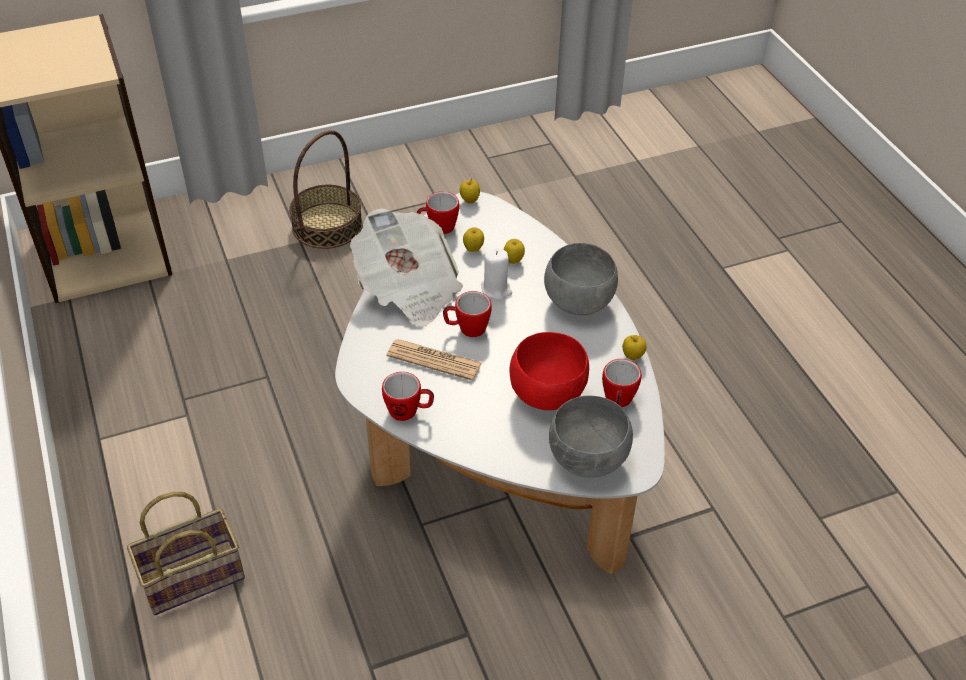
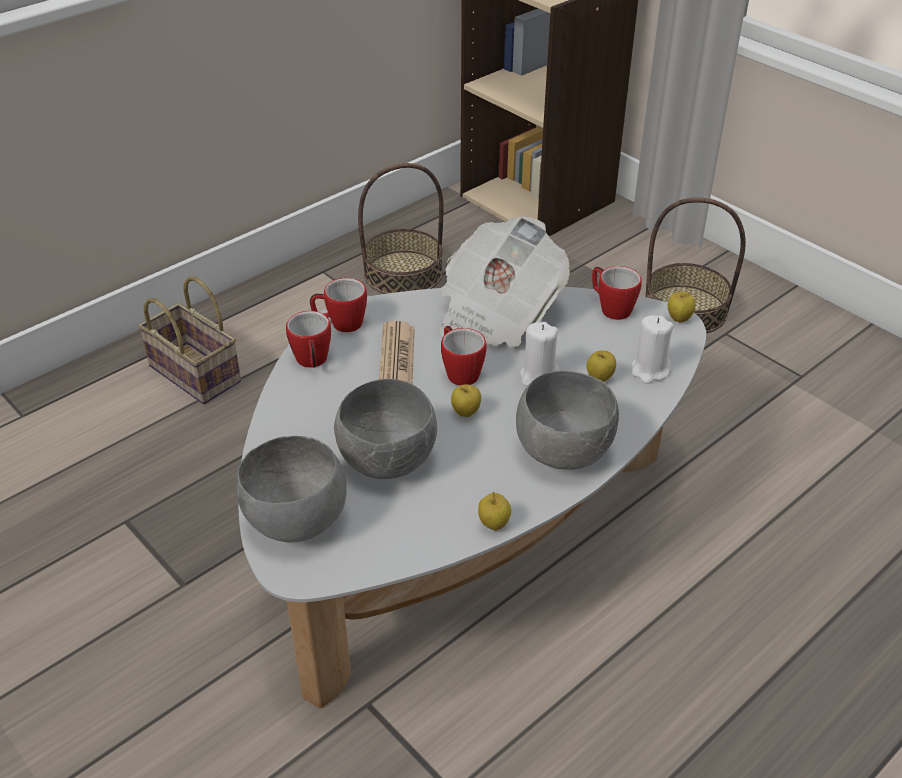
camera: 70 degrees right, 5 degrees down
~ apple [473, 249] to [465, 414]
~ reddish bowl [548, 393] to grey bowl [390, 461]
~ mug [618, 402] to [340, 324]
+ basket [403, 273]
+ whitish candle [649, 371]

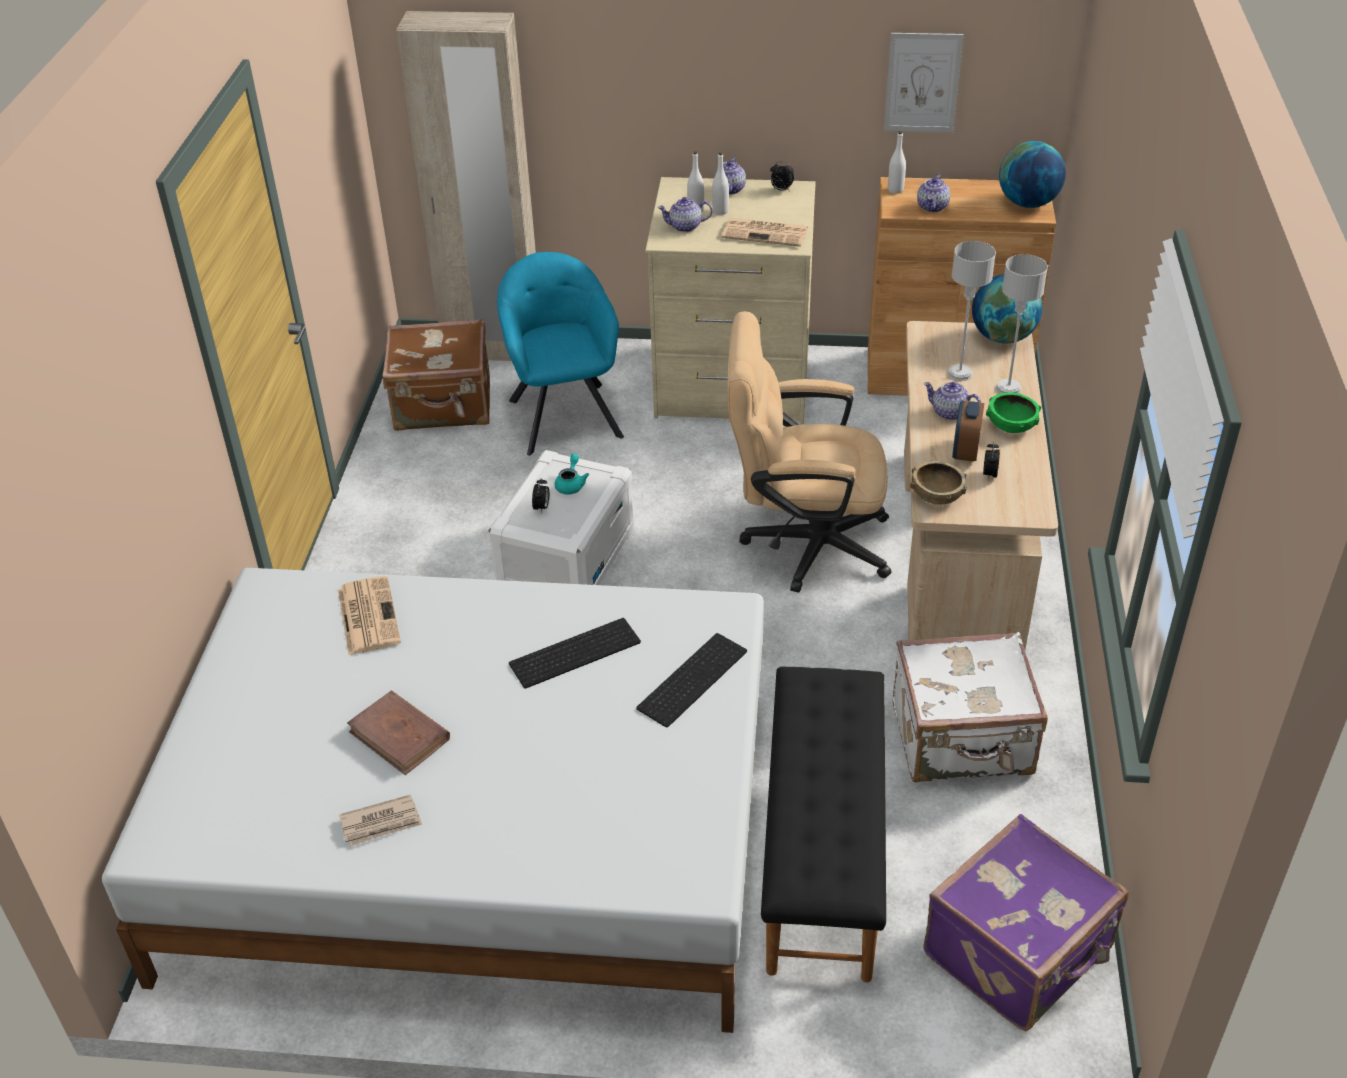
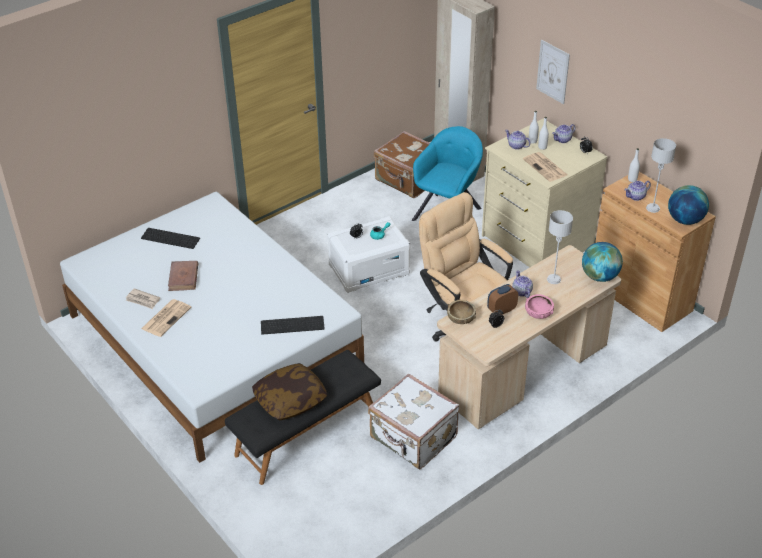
camera: 45 degrees right, 0 degrees up
~ picture [922, 82] to [553, 71]
~ grey table lamp [1008, 388] to [653, 208]
~ green bowl [1011, 425] to pink-coloured bowl [538, 313]
~ printed paper [367, 615] to [166, 317]
~ computer keyboard [575, 651] to [171, 238]
- purple piece of luggage [1020, 954]
+ pillow [290, 400]

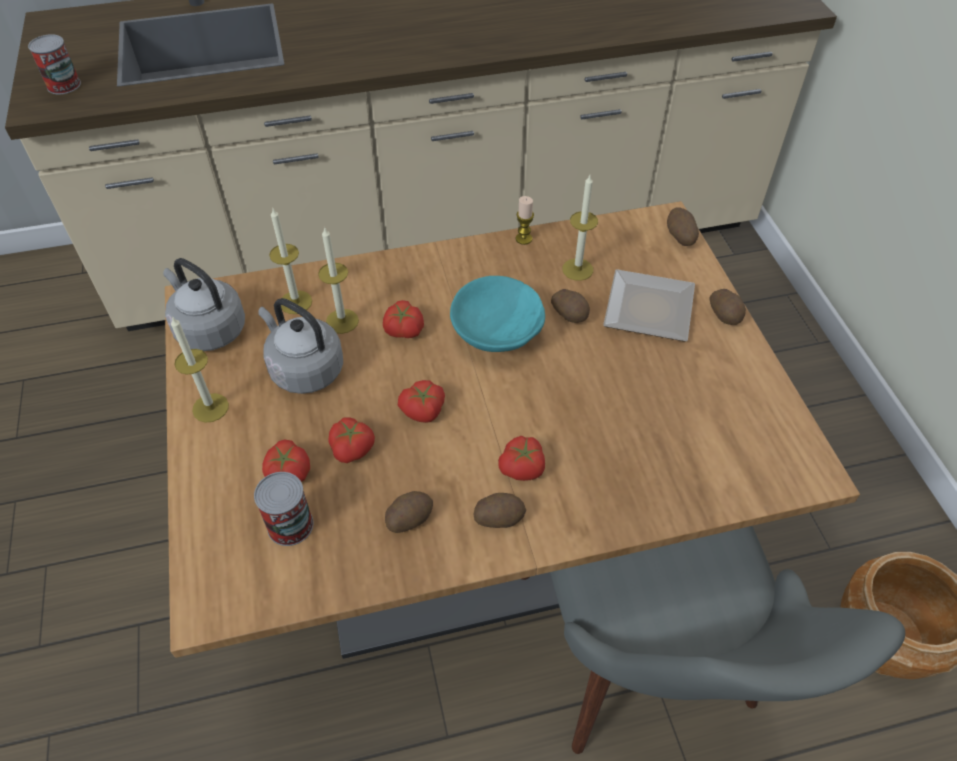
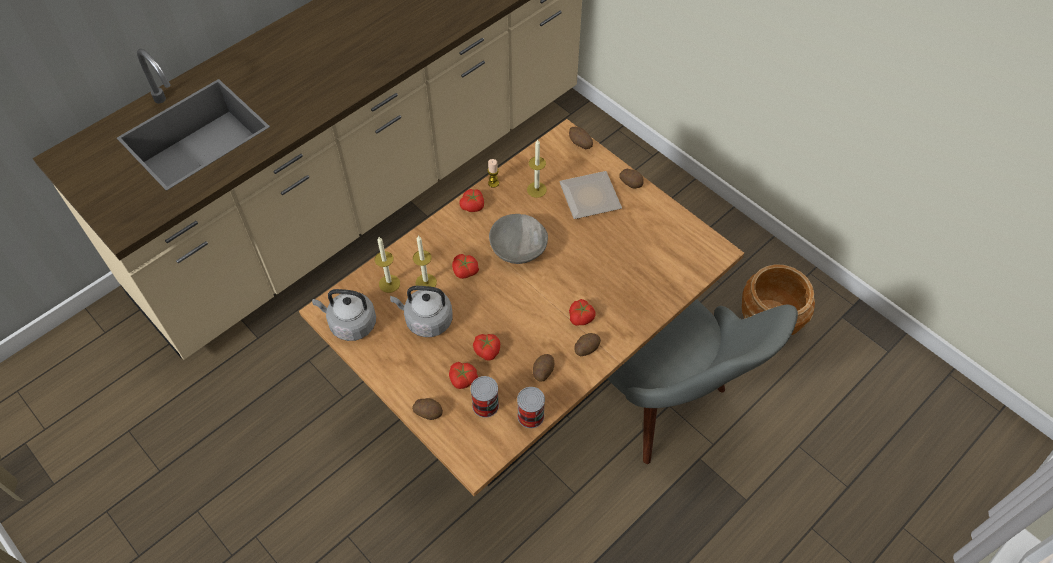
camera: 30 degrees left, 5 degrees up
~ metal can [64, 85] to [530, 415]
~ blue-green bowl [496, 332] to grey bowl [517, 249]
~ spud [570, 314] to [428, 412]
- candle [210, 408]
~ tomato [423, 411] to [473, 206]

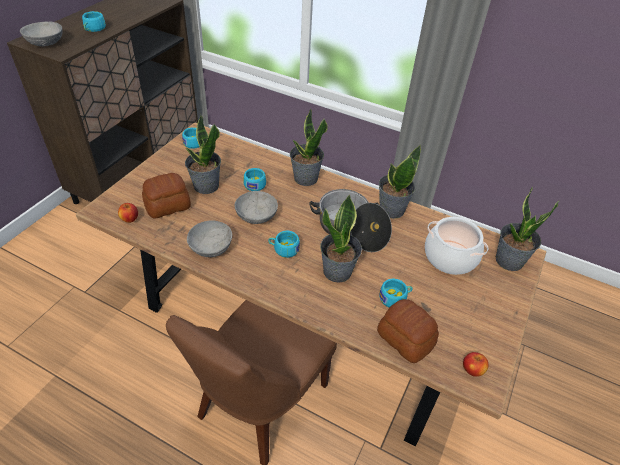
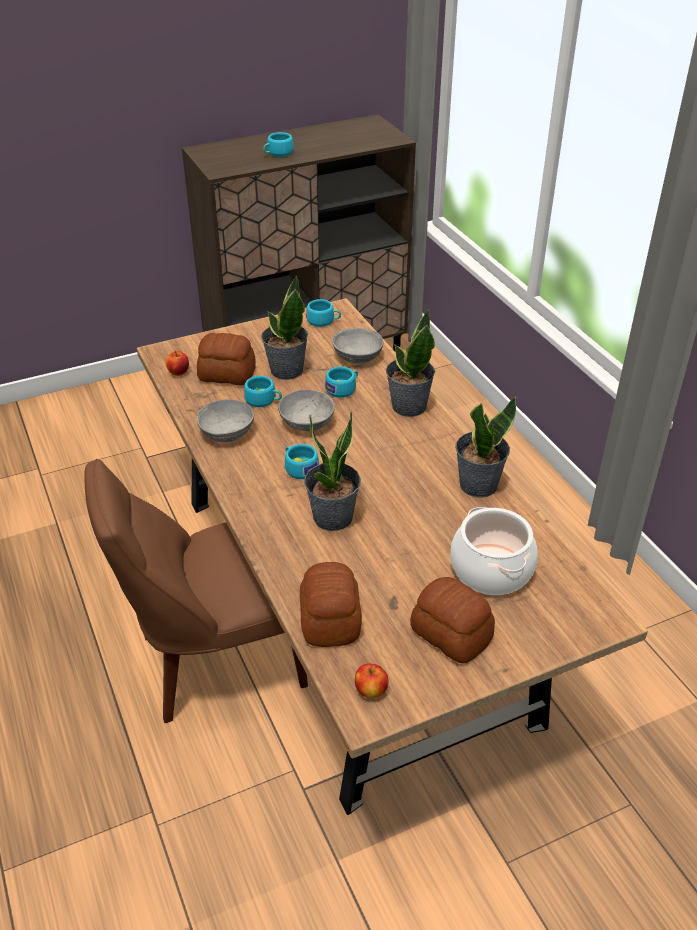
camera: 40 degrees right, 5 degrees down
~ grey bowl [45, 43] to [357, 357]
- plant in a pot [509, 261]
- saucepot [351, 230]
~ blue-green cup [395, 298] to [264, 400]
+ bread [451, 633]

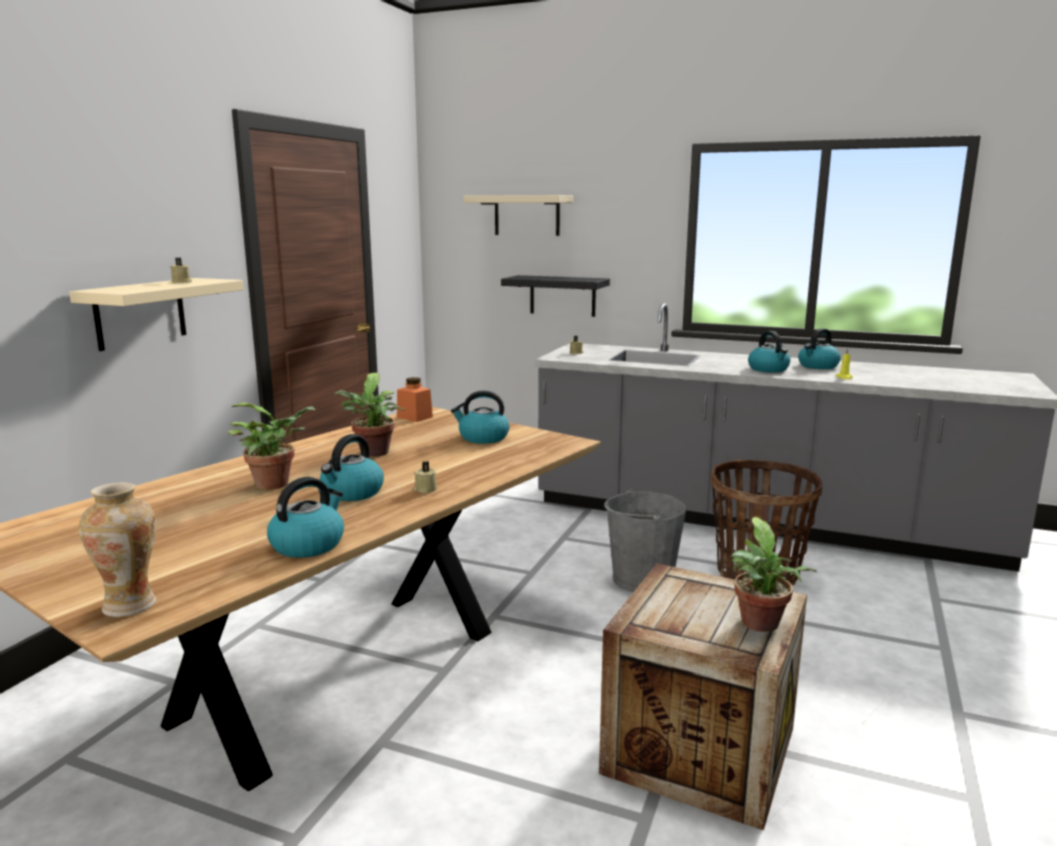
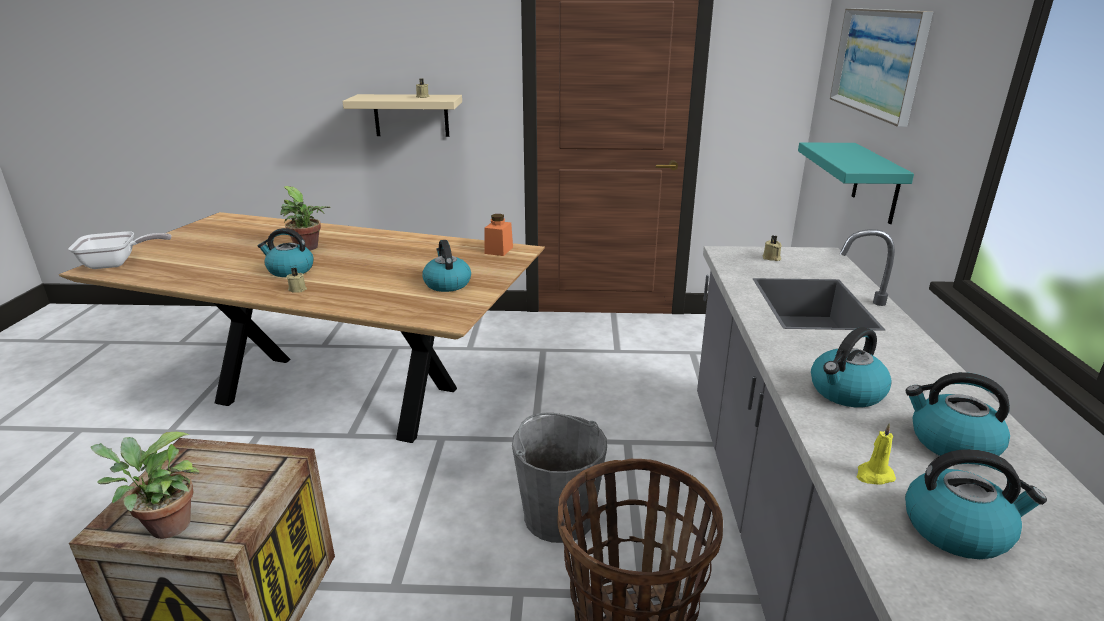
camera: 70 degrees right, 10 degrees up
~ beige shelf [527, 215] to picture [877, 62]
~ black-coloured shelf [562, 295] to blue-green shelf [876, 183]
- plant in a pot [373, 454]
~ water kettle [308, 544] to [957, 529]
~ flower vase [130, 605] to frying pan [117, 263]

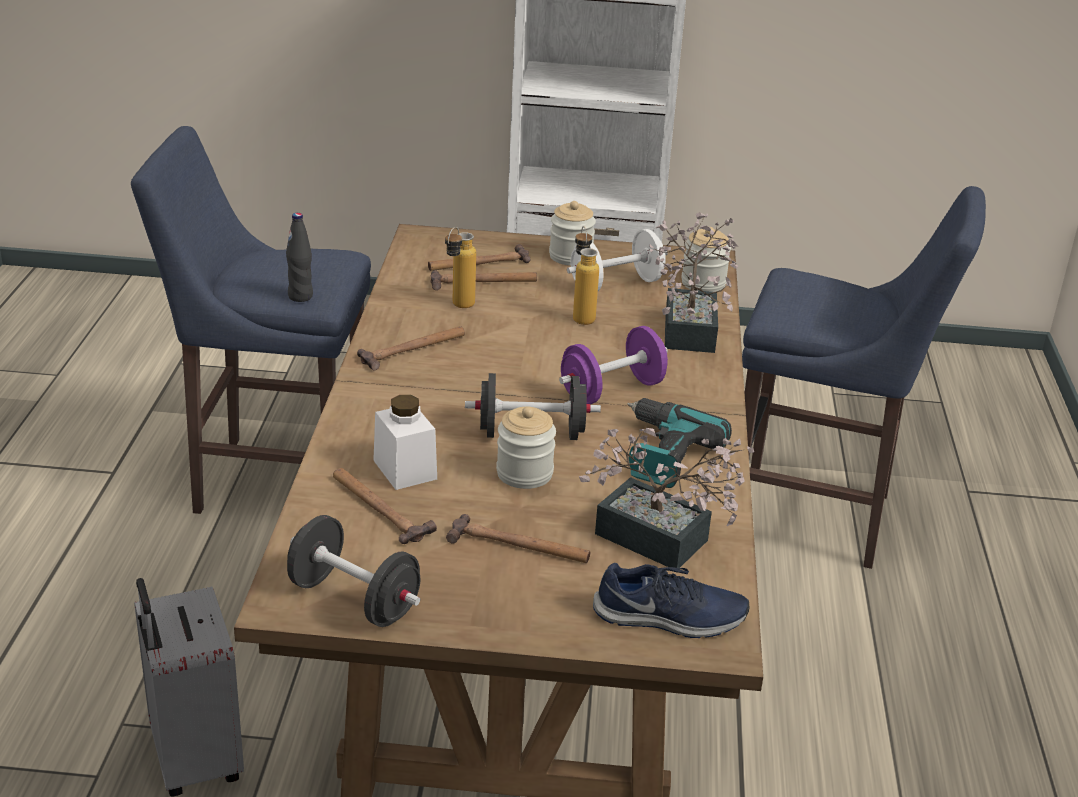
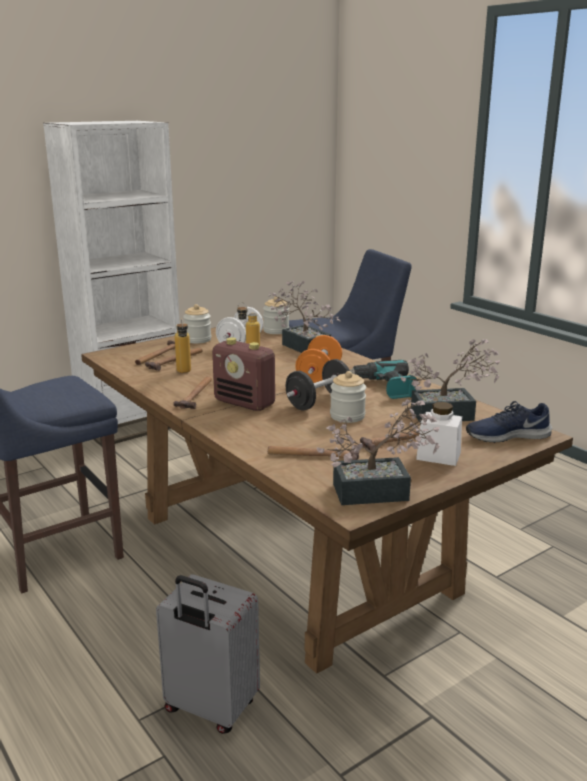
camera: 40 degrees left, 10 degrees down
- black-coloured beverage bottle [300, 296]
~ purple free weight [612, 391] to orangey free weight [319, 376]
~ whitish jar [405, 469] to [438, 456]
~ black-coloured free weight [354, 600] to plant in a pot [380, 491]
~ blue item of footwear [670, 618] = [506, 435] 150 degrees counterclockwise
+ radio receiver [245, 403]

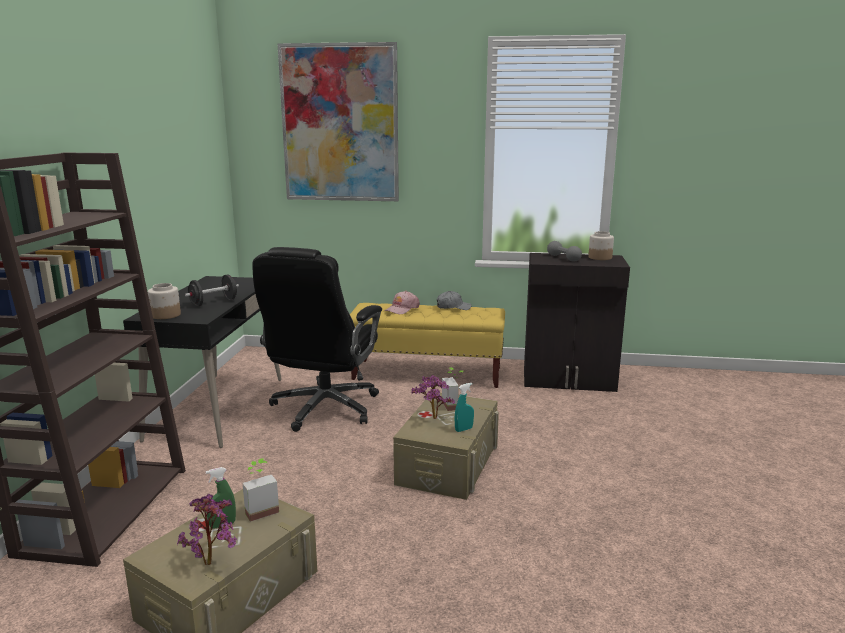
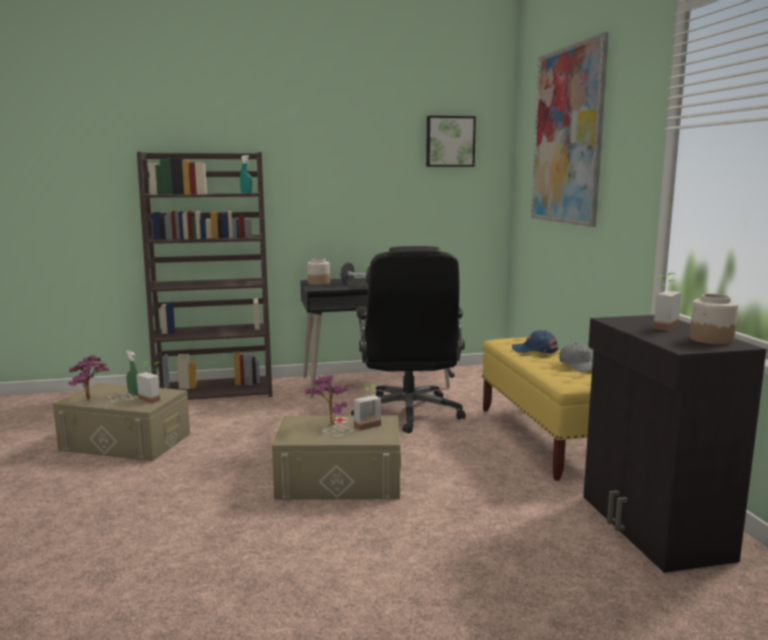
camera: 70 degrees right, 5 degrees down
~ grey free weight [563, 258] to plant in a pot [659, 326]
~ black-coloured desk chair [324, 409] = [408, 413] 90 degrees counterclockwise
~ pink-coloured cap [402, 309] to blue cap [535, 350]
~ blue-green hand sprayer [464, 429] to [246, 193]
+ picture [450, 141]

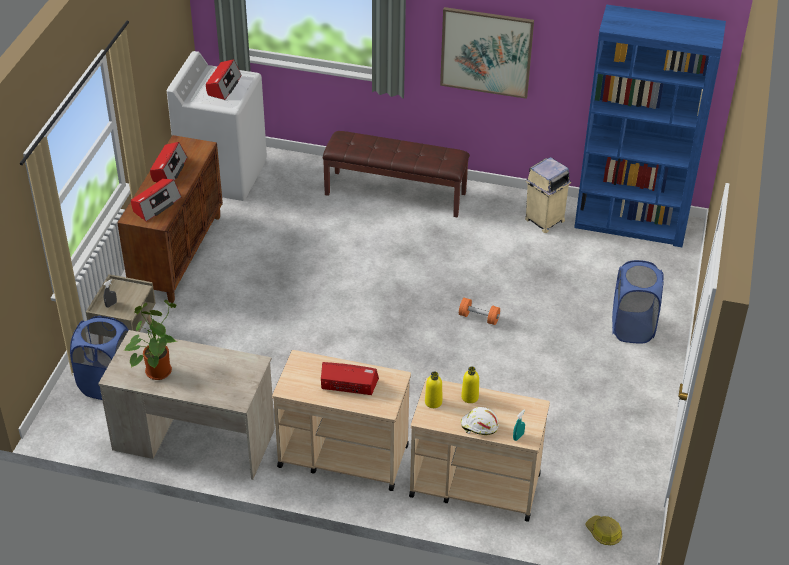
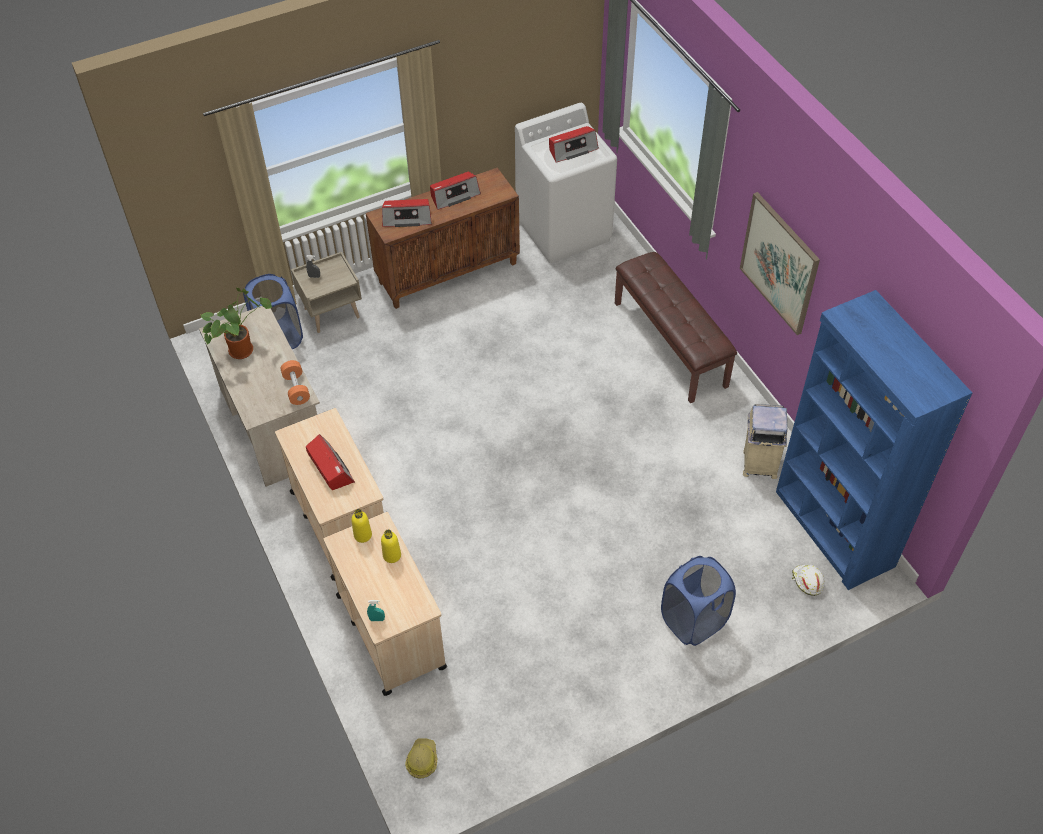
camera: 50 degrees right, 10 degrees up
~ orangey free weight [479, 317] to [296, 388]
~ whitish safety helmet [479, 426] to [807, 581]

